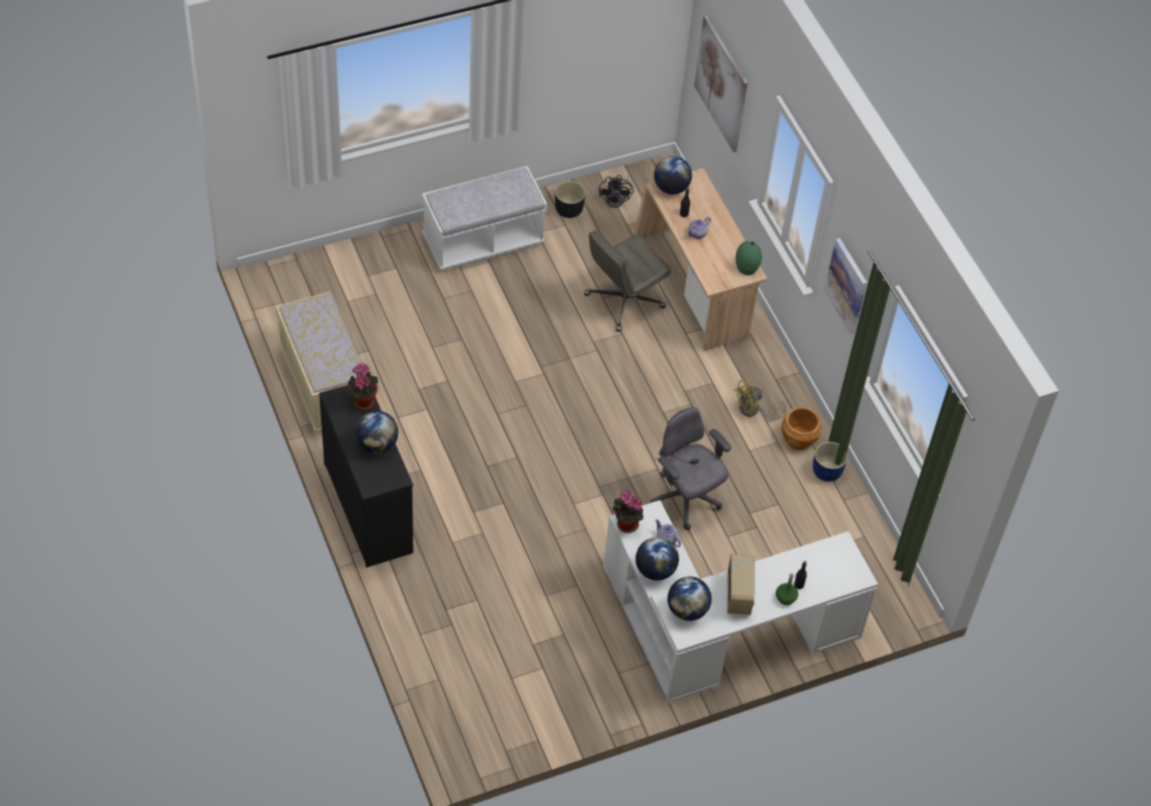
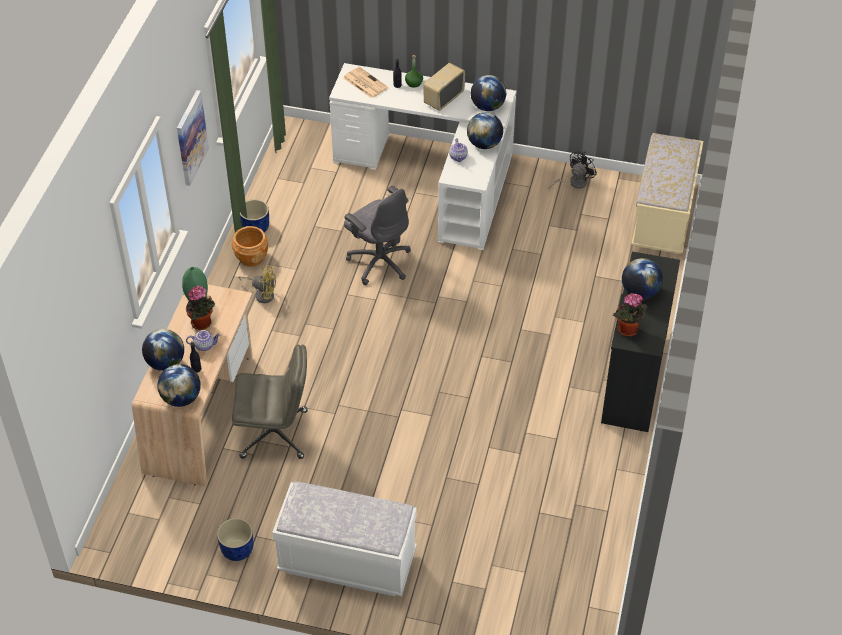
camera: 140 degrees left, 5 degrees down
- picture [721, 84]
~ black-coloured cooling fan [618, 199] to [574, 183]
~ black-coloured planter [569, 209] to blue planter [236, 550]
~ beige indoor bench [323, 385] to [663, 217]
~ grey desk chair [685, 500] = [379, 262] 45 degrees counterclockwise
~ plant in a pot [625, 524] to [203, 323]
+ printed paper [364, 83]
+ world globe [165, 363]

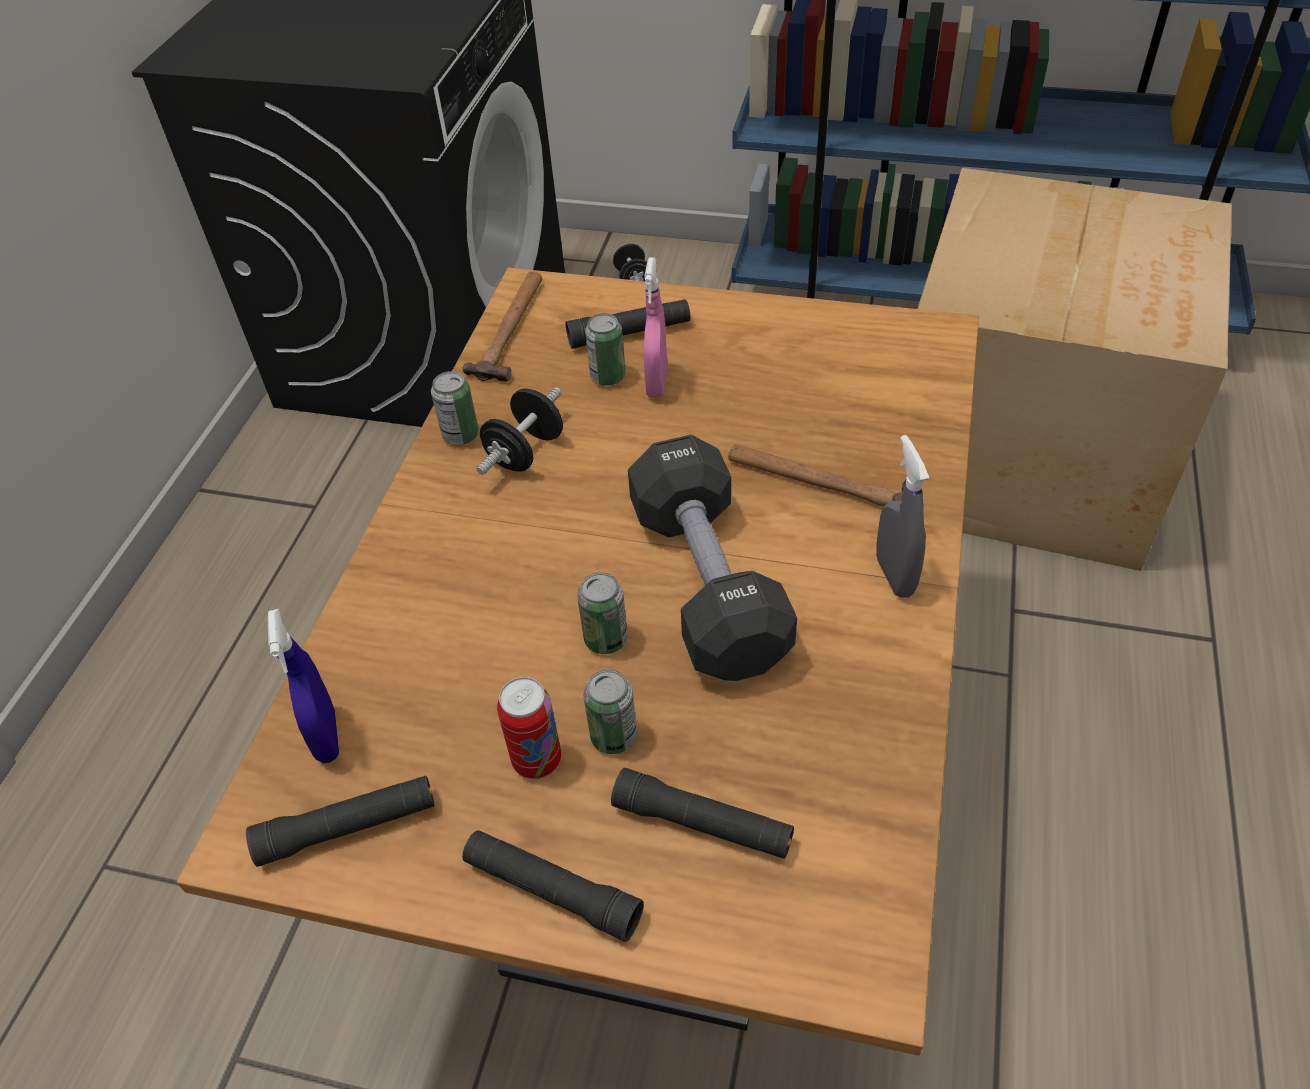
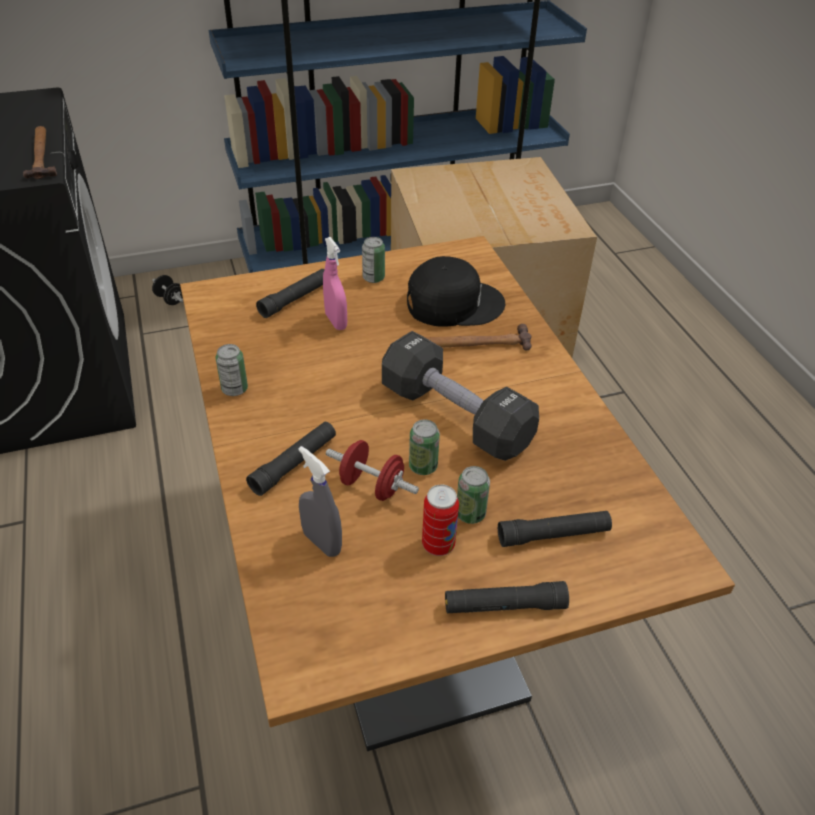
camera: 35 degrees left, 5 degrees down
~ hammer [512, 329] to [42, 155]
~ metal can [608, 377] to [373, 278]
- black-coloured free weight [525, 452]
~ grey hand sprayer [894, 576] to [322, 542]
- blue hand sprayer [326, 736]
~ black-coloured hand torch [348, 827] to [294, 464]
+ black-coloured cap [453, 303]
+ reddish free weight [372, 486]

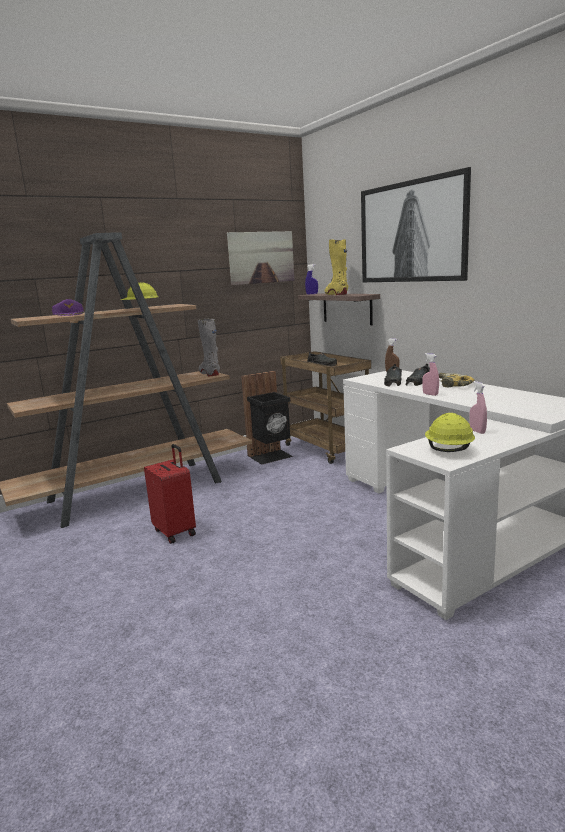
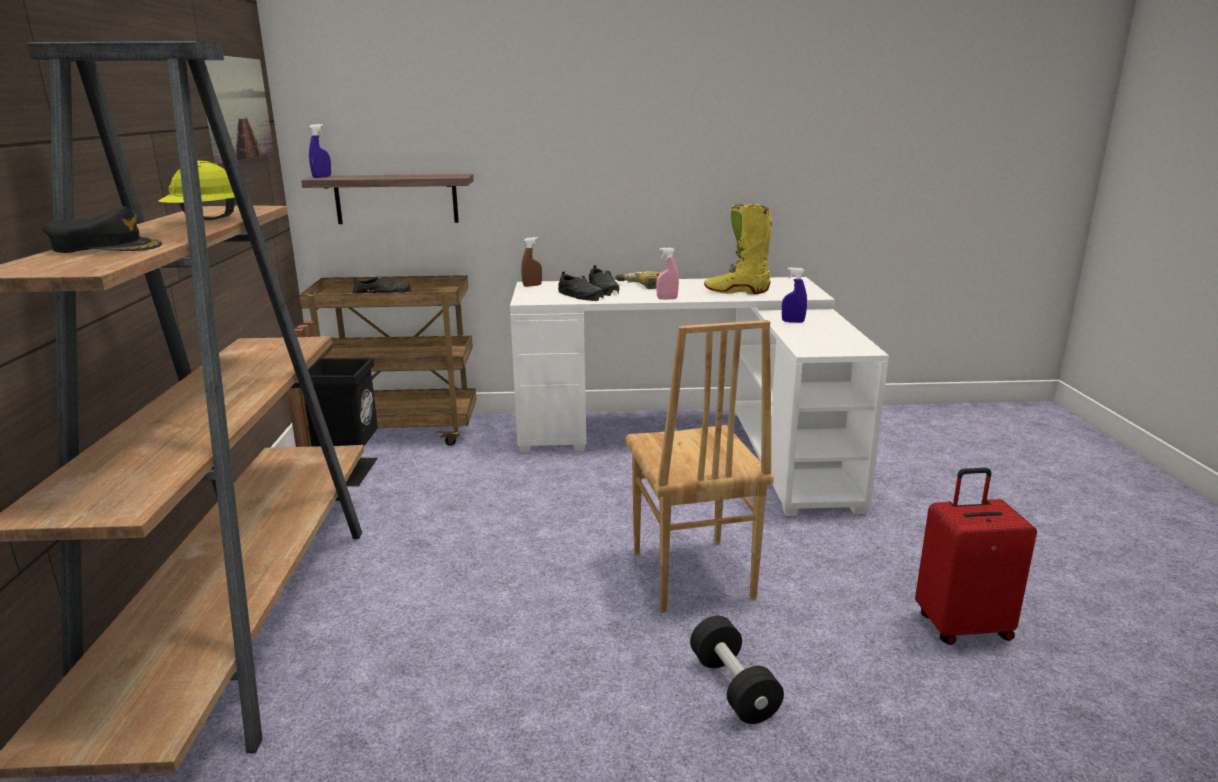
camera: 60 degrees left, 5 degrees up
- picture [411, 232]
~ yellow-coloured tall boot [336, 294] to [736, 291]
~ purple cap [69, 314] to black-coloured cap [106, 247]
- grey tall boot [209, 374]
~ pink-coloured hand sprayer [477, 431] to blue hand sprayer [793, 322]
- yellow-coloured safety helmet [448, 450]
~ reddish piece of luggage [175, 532] to [962, 626]
+ brownish chair [690, 575]
+ black-coloured free weight [733, 687]

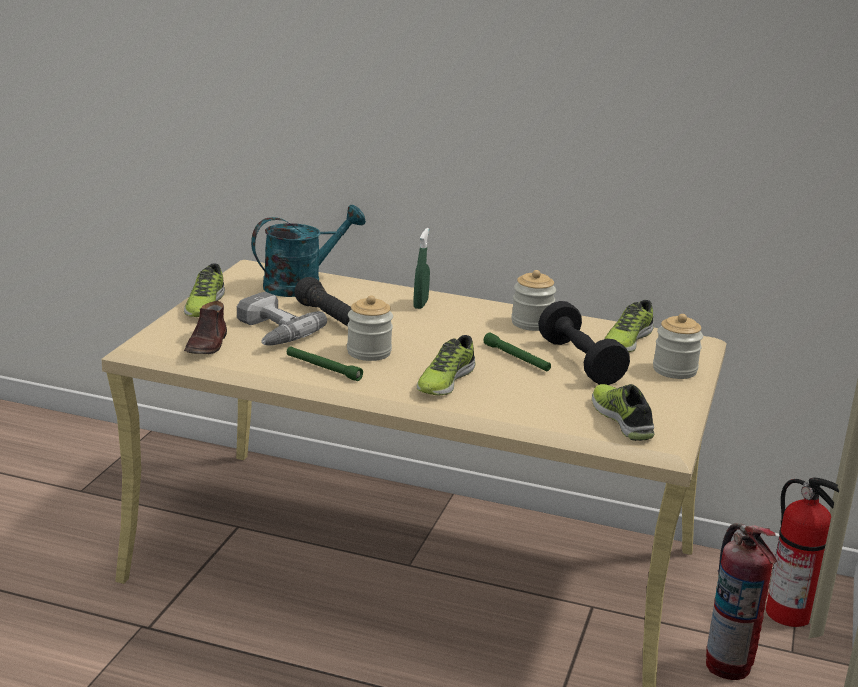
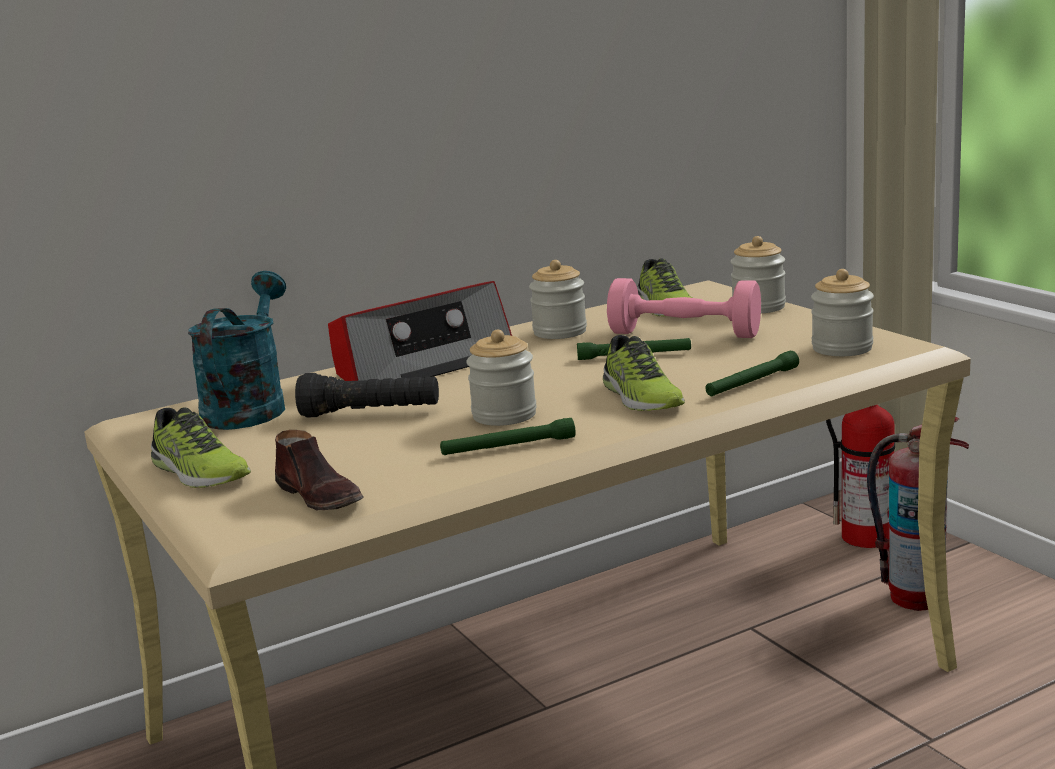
camera: 45 degrees left, 5 degrees down
~ green hand sprayer [420, 304] to radio receiver [421, 364]
- power drill [270, 332]
~ black-coloured free weight [580, 362] to pink-coloured free weight [684, 334]
~ item of footwear [623, 420] to jar [842, 348]
+ green hand torch [752, 383]

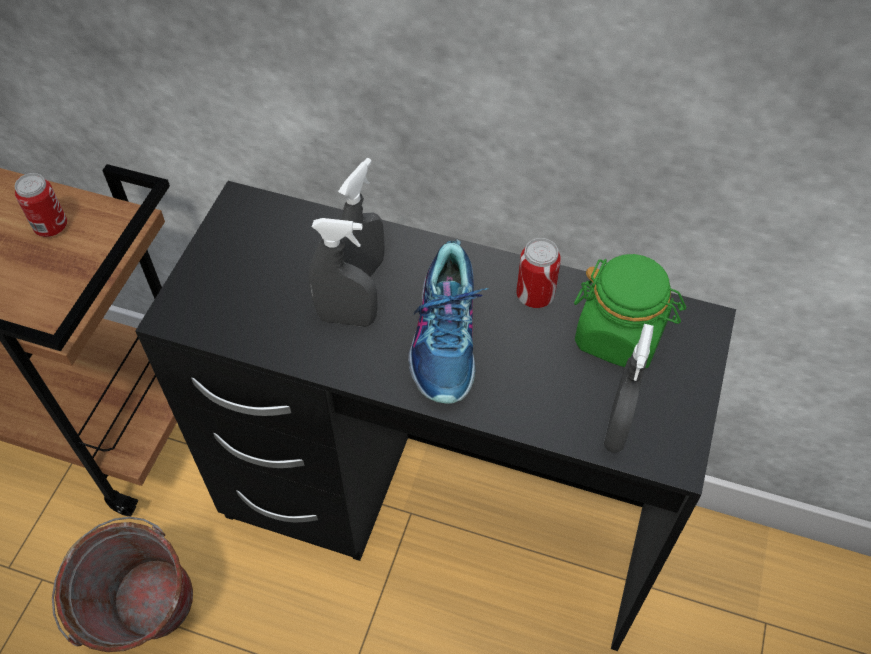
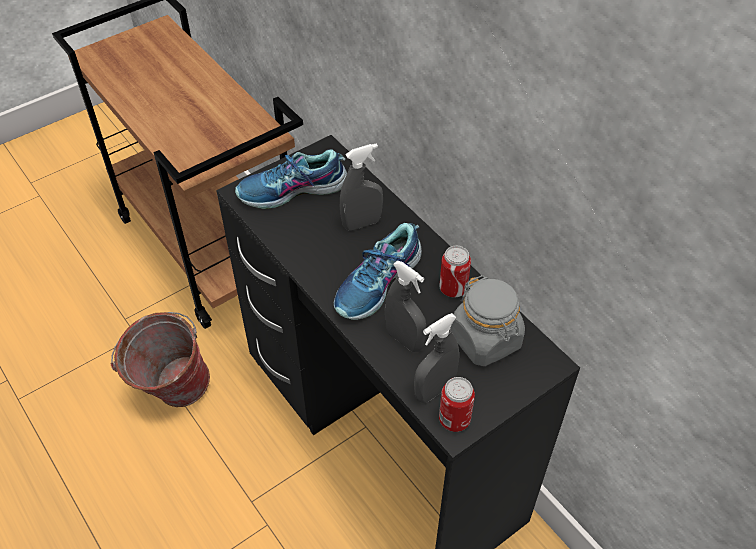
camera: 35 degrees right, 5 degrees down
~ metal can [51, 227] to [454, 420]
~ grey hand sprayer [347, 318] to [404, 339]
~ green jar [620, 335] to grey jar [486, 340]
+ item of footwear [293, 191]

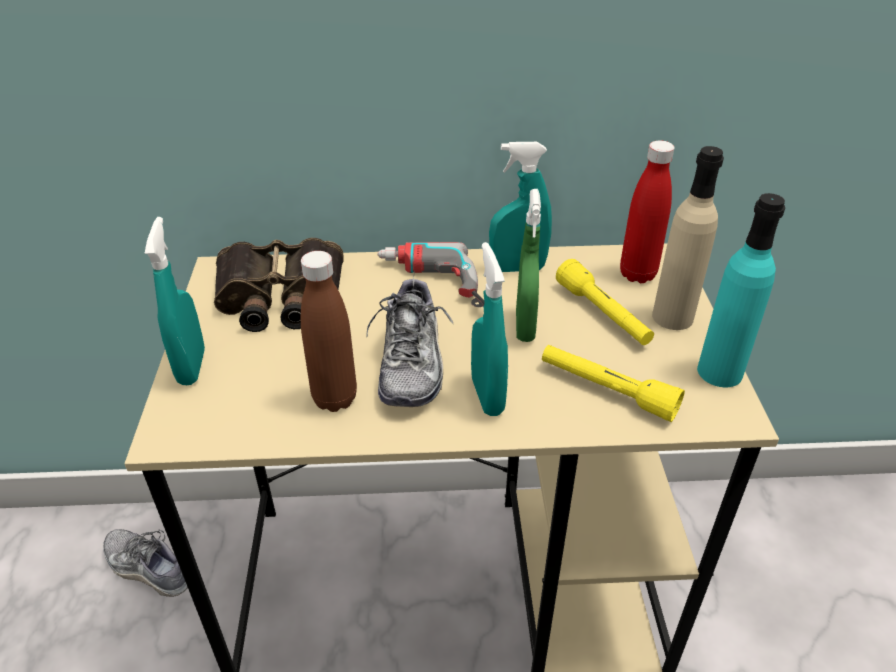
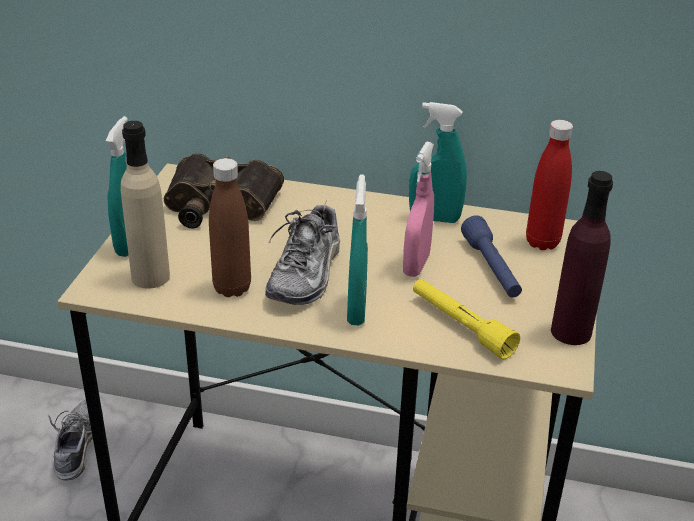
camera: 15 degrees right, 5 degrees down
~ beige beverage bottle [672, 317] to [150, 277]
~ green hand sprayer [525, 326] to pink-coloured hand sprayer [416, 265]
~ blue-green beverage bottle [719, 372] to purple beverage bottle [571, 332]
- power drill [432, 288]
~ yellow-coloured hand torch [603, 314] to blue hand torch [491, 268]
~ item of footwear [148, 568] = [78, 445] 45 degrees clockwise

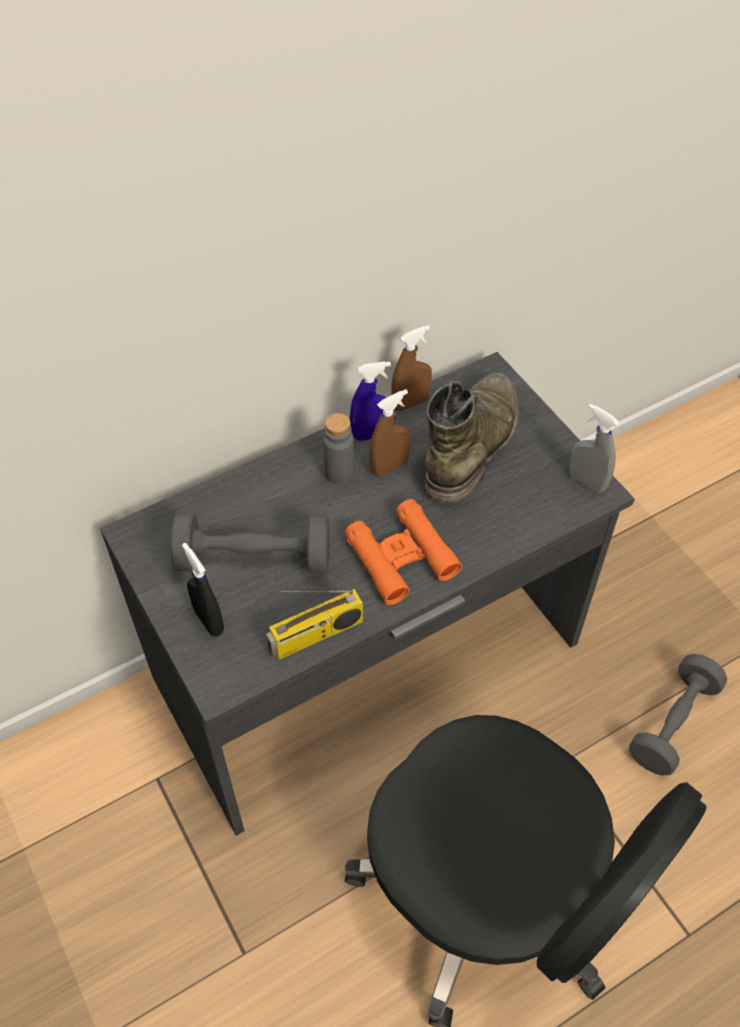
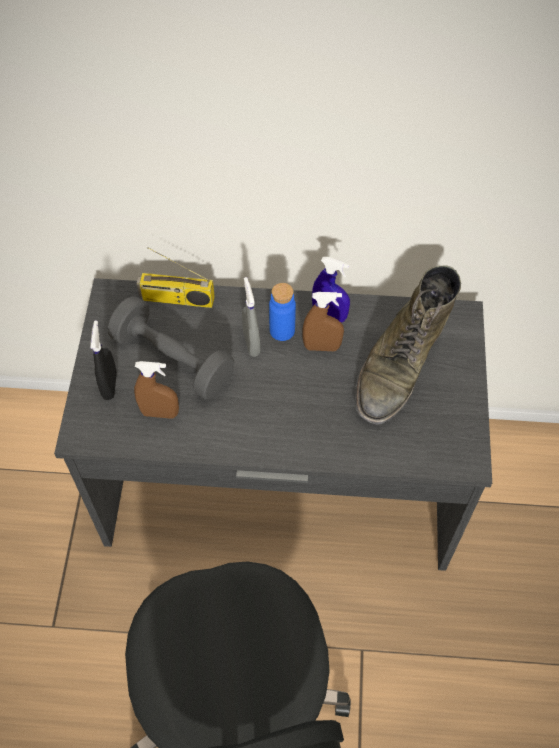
camera: 35 degrees right, 5 degrees up
~ brownish hand sprayer [410, 403] to [160, 413]
~ green tall boot [473, 444] = [399, 365] 150 degrees clockwise
~ grey hand sprayer [586, 482] to [251, 343]
~ grey beverage bottle [339, 472] to blue beverage bottle [282, 330]
- orangey binoculars [401, 557]
~ radio receiver [316, 635] to [176, 299]
- grey free weight [673, 723]

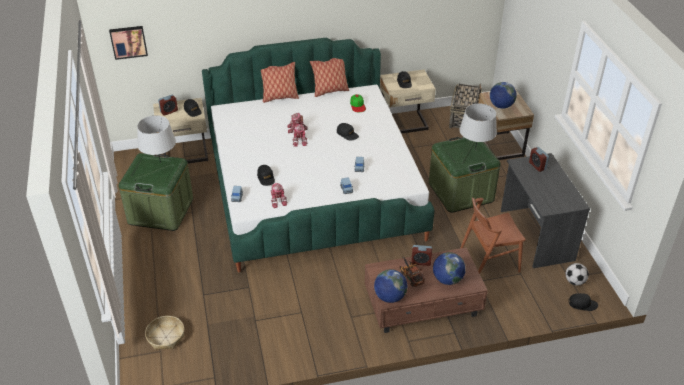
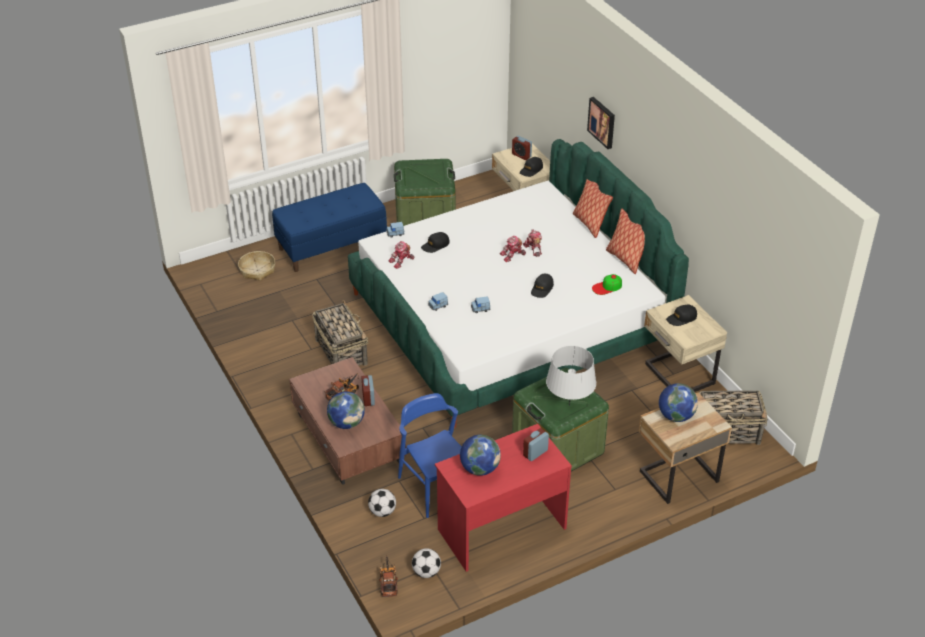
camera: 75 degrees right, 0 degrees up
~ picture [128, 41] to [602, 122]
- grey table lamp [160, 162]
~ grey desk [535, 235] to reddish desk [500, 528]
~ brownish chair [488, 261] to blue chair [435, 486]
~ world globe [390, 297] to [480, 468]
~ black-coloured cap [582, 304] to model truck [388, 581]
+ blue indoor bench [332, 246]
+ basket [341, 351]
+ football ball [382, 512]

